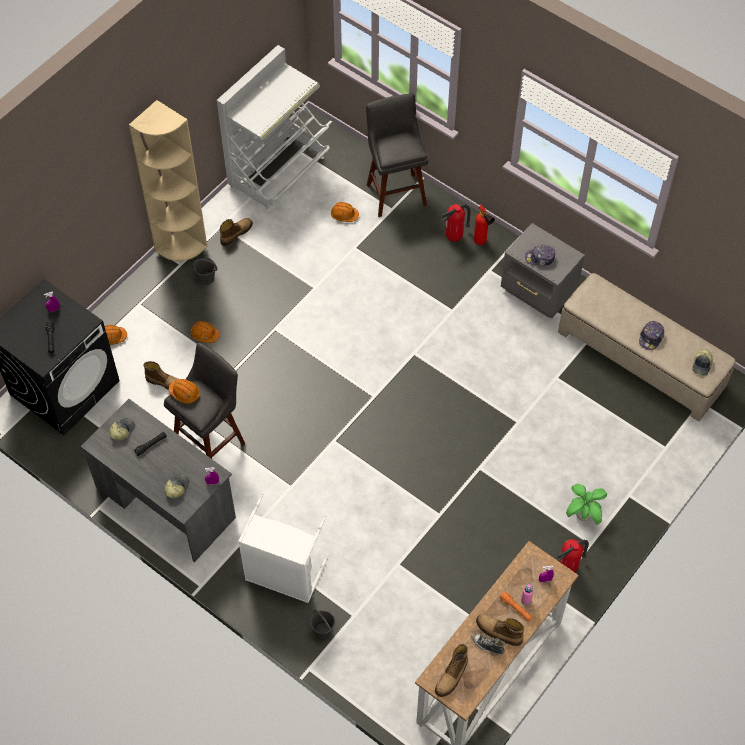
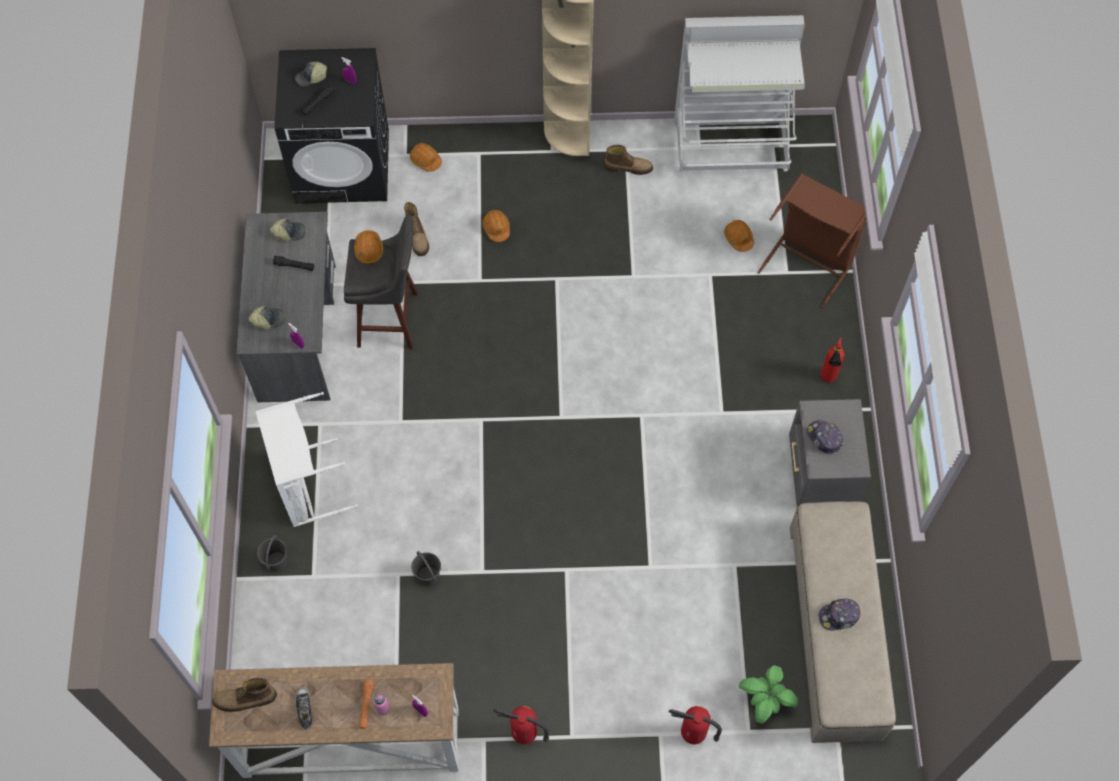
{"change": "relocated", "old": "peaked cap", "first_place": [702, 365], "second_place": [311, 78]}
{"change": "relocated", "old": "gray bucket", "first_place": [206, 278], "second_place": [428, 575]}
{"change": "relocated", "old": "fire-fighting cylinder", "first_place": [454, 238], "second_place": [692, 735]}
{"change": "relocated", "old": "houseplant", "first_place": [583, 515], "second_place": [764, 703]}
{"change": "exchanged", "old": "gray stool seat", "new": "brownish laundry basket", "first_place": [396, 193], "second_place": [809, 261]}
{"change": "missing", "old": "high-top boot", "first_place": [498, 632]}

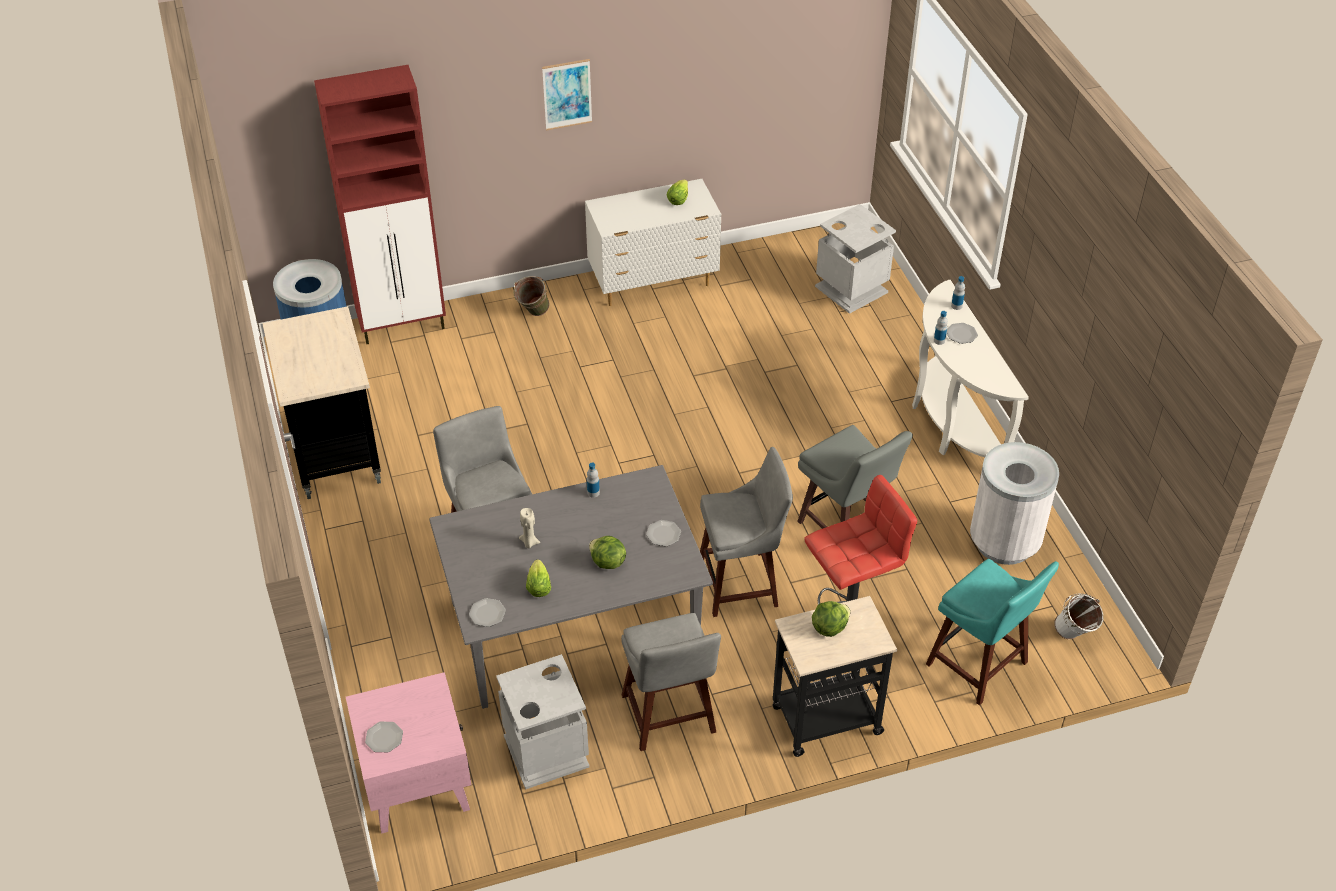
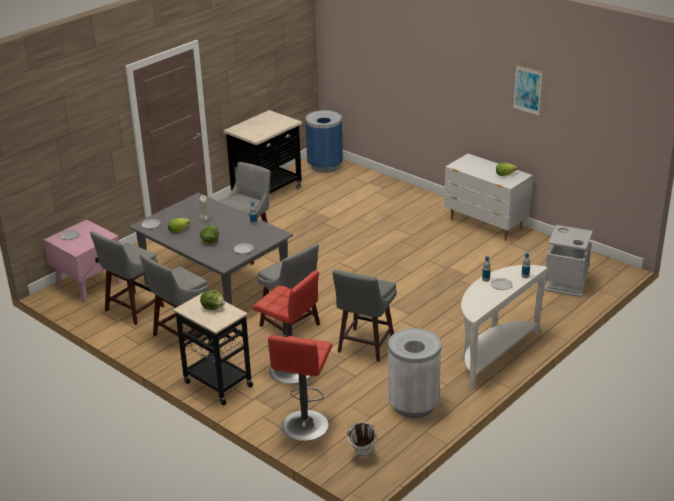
{"change": "exchanged", "old": "gray trash can", "new": "gray upright chair", "first_place": [545, 752], "second_place": [132, 309]}
{"change": "exchanged", "old": "blue-green upright chair", "new": "reddish stool seat", "first_place": [980, 666], "second_place": [304, 426]}
{"change": "relocated", "old": "picture", "first_place": [567, 94], "second_place": [527, 90]}
{"change": "missing", "old": "reddish cabinet", "first_place": [403, 326]}
{"change": "missing", "old": "green-coloured bucket", "first_place": [533, 314]}

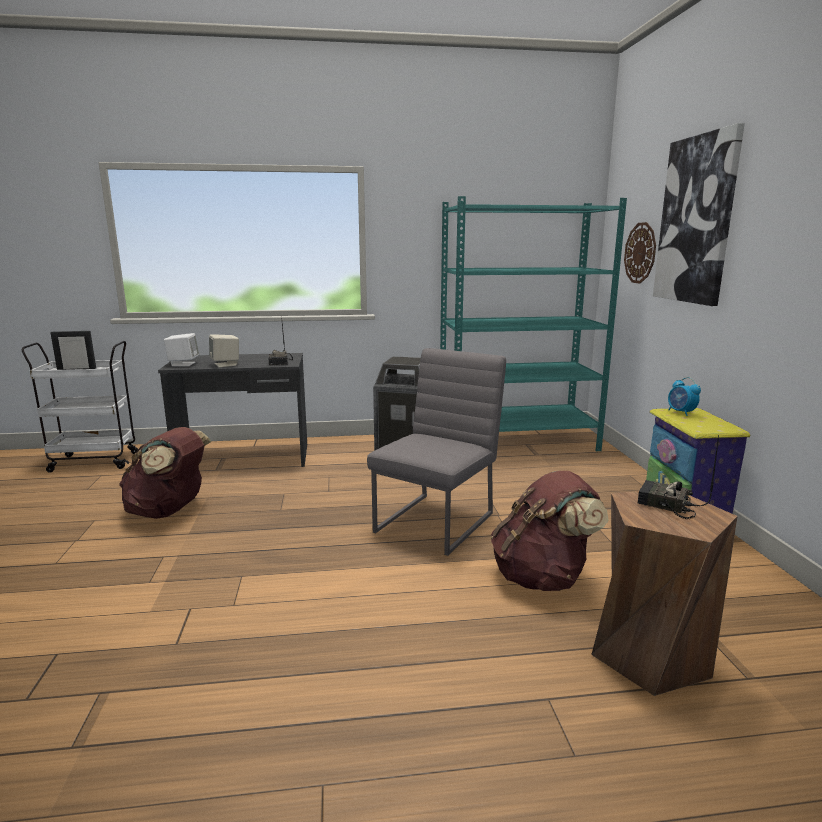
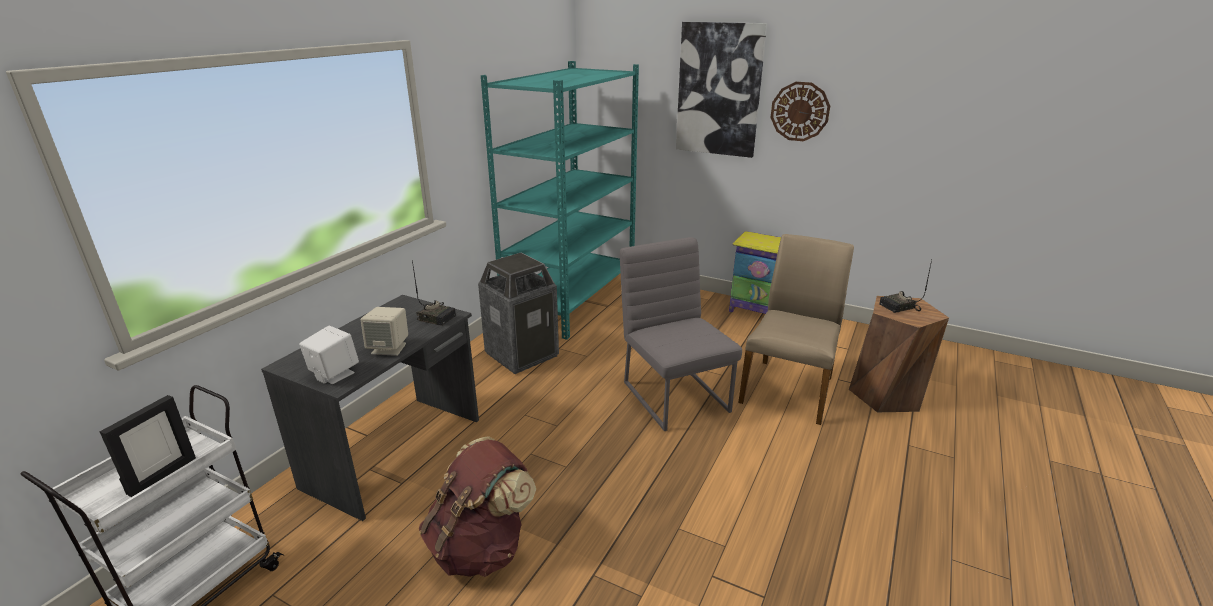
{"change": "exchanged", "old": "brownish rucksack", "new": "beige upright chair", "first_place": [542, 577], "second_place": [788, 389]}
{"change": "relocated", "old": "clock on the wall", "first_place": [640, 253], "second_place": [800, 111]}
{"change": "missing", "old": "bedside clock", "first_place": [681, 412]}

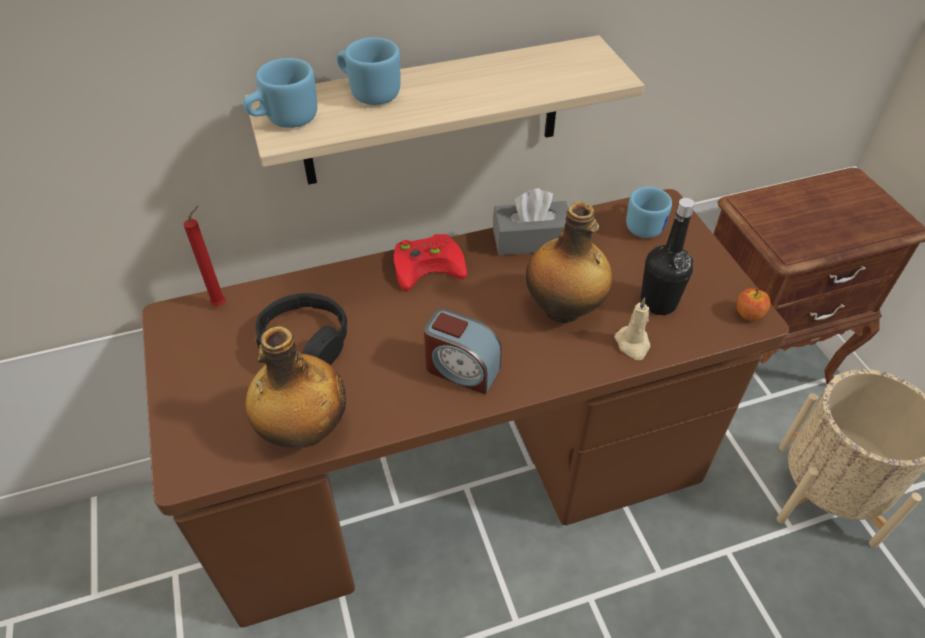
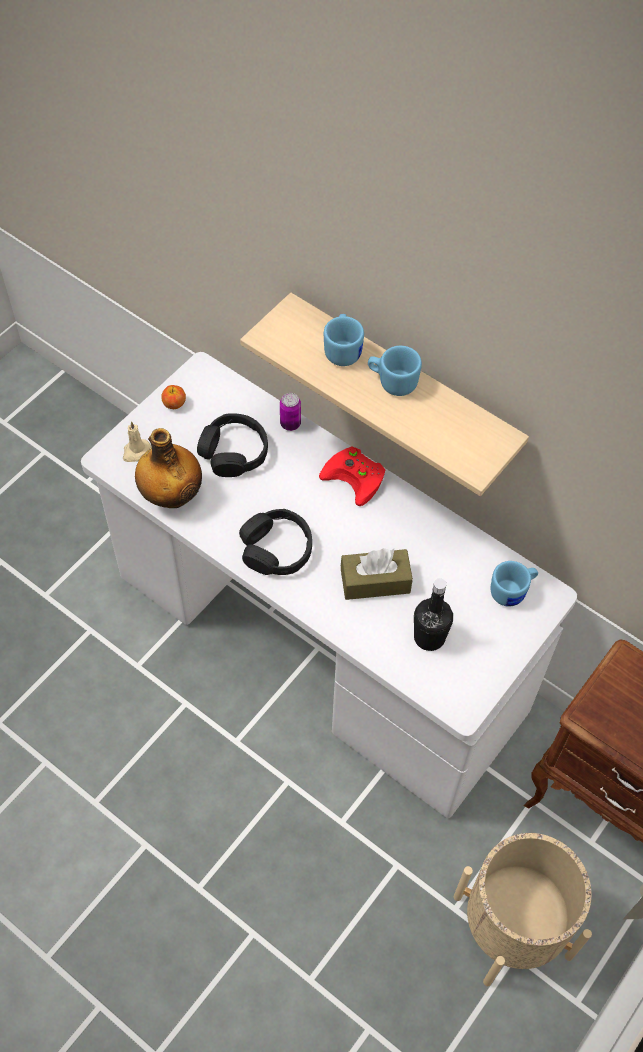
{"change": "colour", "old": "brownish desk", "new": "whitish desk", "first_place": [461, 483], "second_place": [319, 643]}
{"change": "relocated", "old": "beige wax candle", "first_place": [633, 344], "second_place": [136, 452]}
{"change": "relocated", "old": "apple", "first_place": [748, 314], "second_place": [174, 404]}
{"change": "exchanged", "old": "bedside clock", "new": "black headphones", "first_place": [461, 369], "second_place": [276, 549]}
{"change": "appeared", "new": "can", "second_place": [290, 424]}
{"change": "exchanged", "old": "beverage bottle", "new": "brownish tissue box", "first_place": [564, 310], "second_place": [375, 581]}
{"change": "relocated", "old": "blue-coloured coffee mug", "first_place": [284, 120], "second_place": [392, 381]}
{"change": "missing", "old": "reddish wax candle", "first_place": [221, 303]}
{"change": "missing", "old": "gray tissue box", "first_place": [531, 240]}

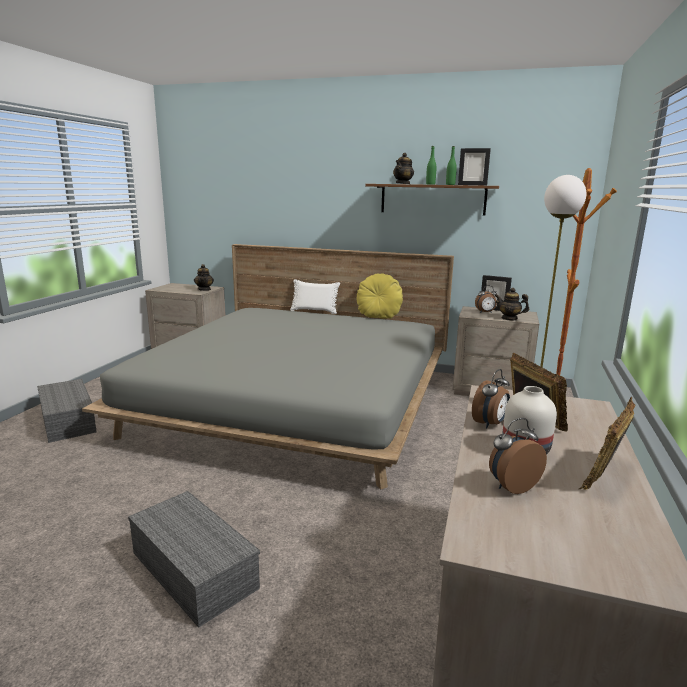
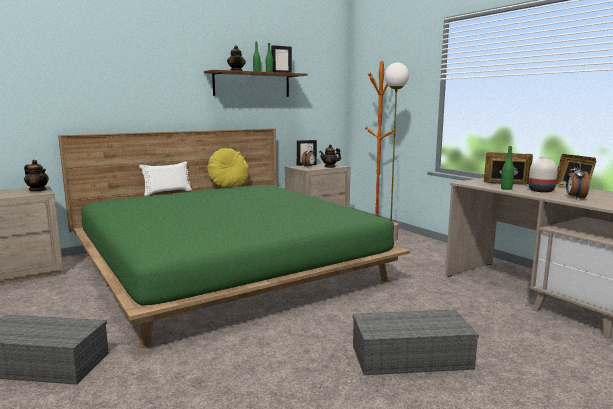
{"change": "colour", "old": "gray bed", "new": "green-coloured bed", "first_place": [295, 404], "second_place": [228, 268]}
{"change": "exchanged", "old": "bedside clock", "new": "green-coloured beverage bottle", "first_place": [490, 424], "second_place": [506, 189]}

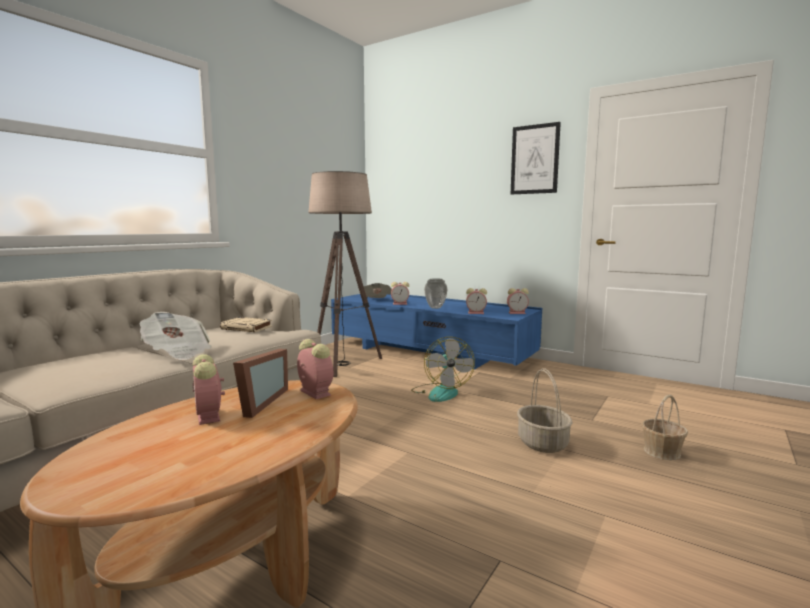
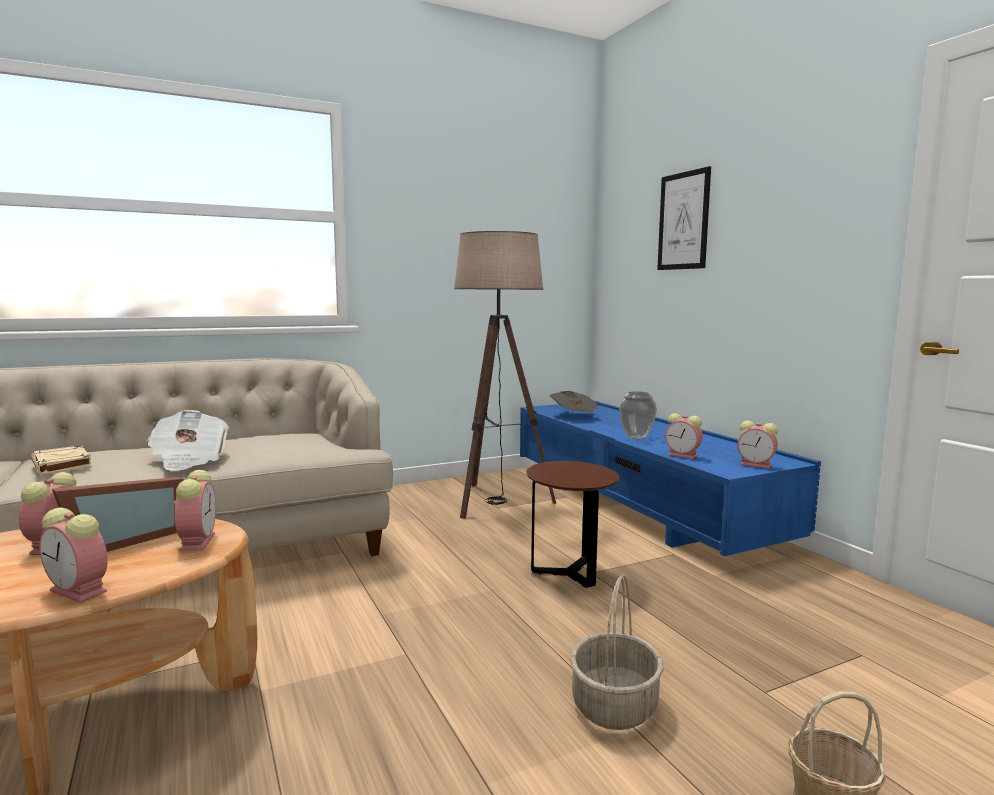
{"change": "relocated", "old": "beige volume", "first_place": [247, 328], "second_place": [62, 465]}
{"change": "relocated", "old": "bedside clock", "first_place": [400, 304], "second_place": [80, 591]}
{"change": "exchanged", "old": "cooling fan", "new": "brownish accent table", "first_place": [441, 392], "second_place": [569, 573]}
{"change": "relocated", "old": "picture", "first_place": [534, 159], "second_place": [683, 221]}

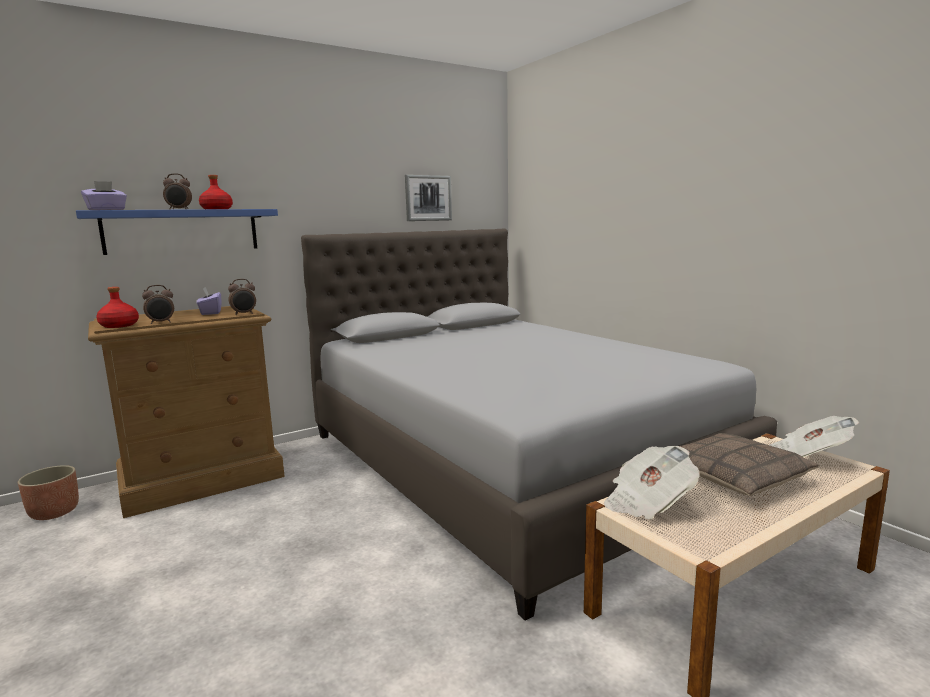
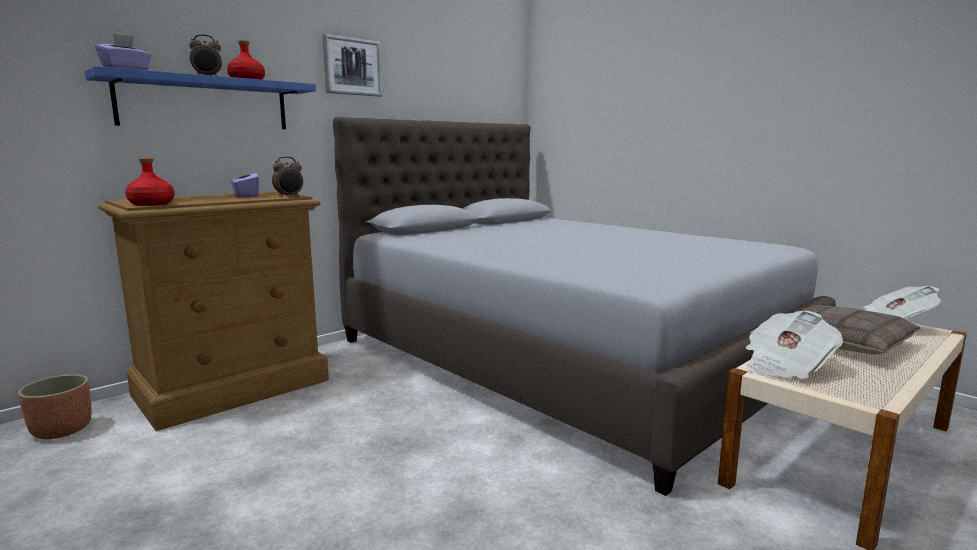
{"change": "relocated", "old": "picture", "first_place": [428, 198], "second_place": [352, 66]}
{"change": "missing", "old": "bedside clock", "first_place": [161, 323]}

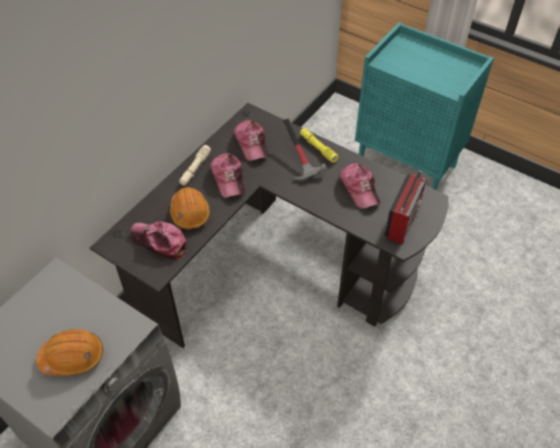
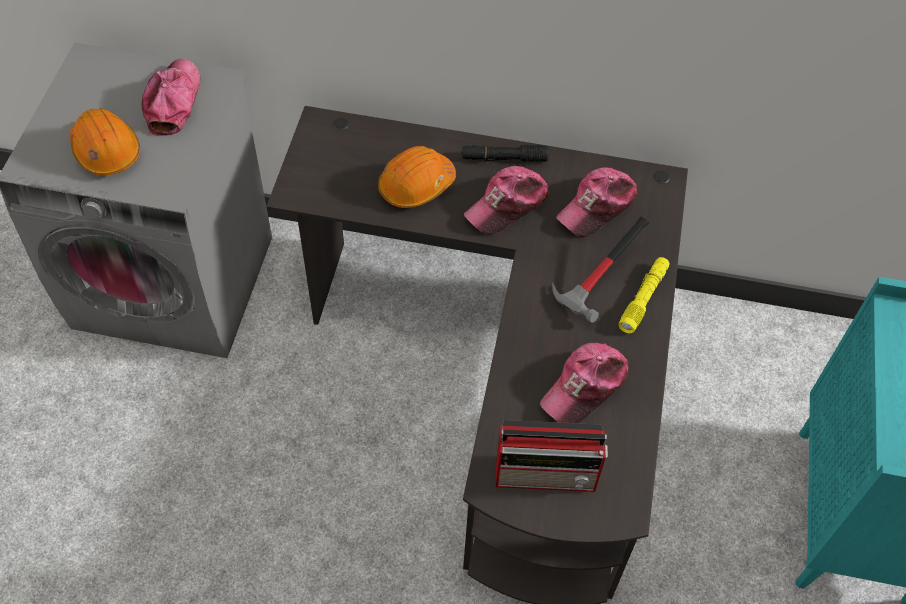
{"change": "relocated", "old": "peaked cap", "first_place": [159, 242], "second_place": [173, 102]}
{"change": "colour", "old": "beige torch", "new": "black torch", "first_place": [195, 168], "second_place": [504, 158]}

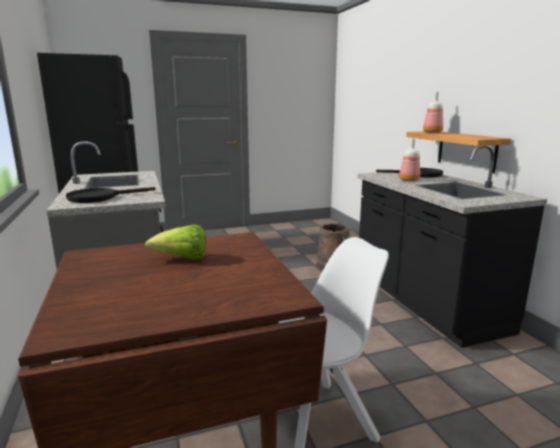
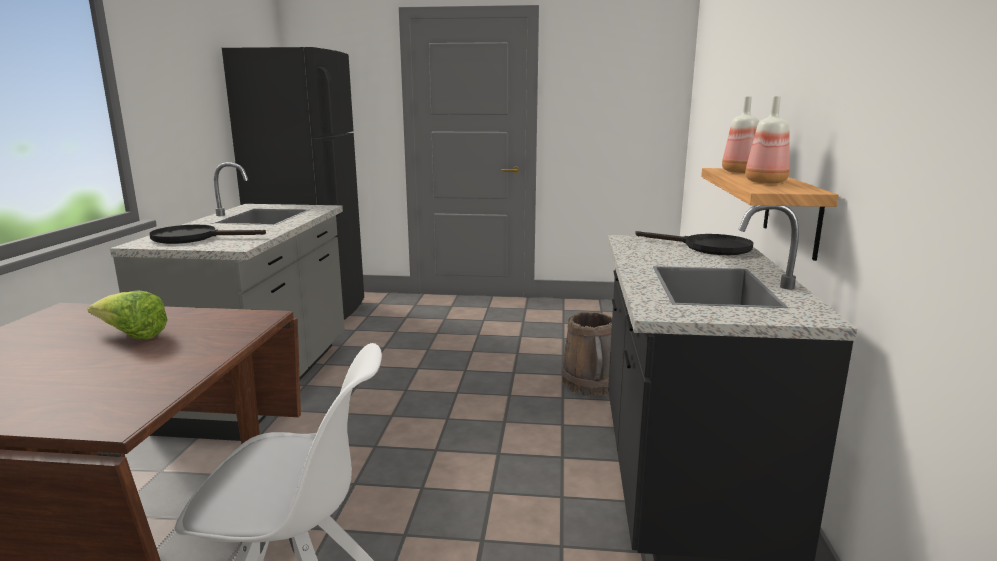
{"change": "relocated", "old": "beverage bottle", "first_place": [408, 180], "second_place": [764, 182]}

